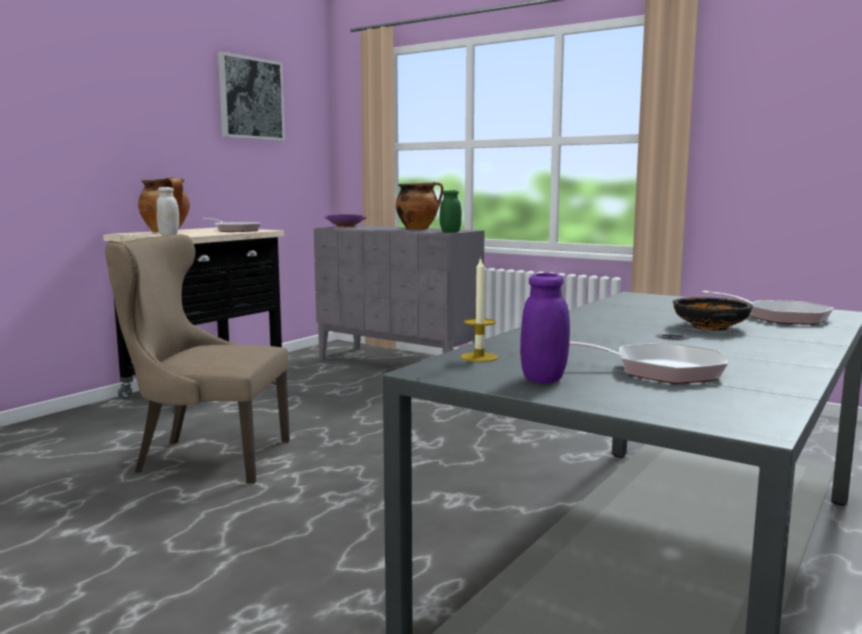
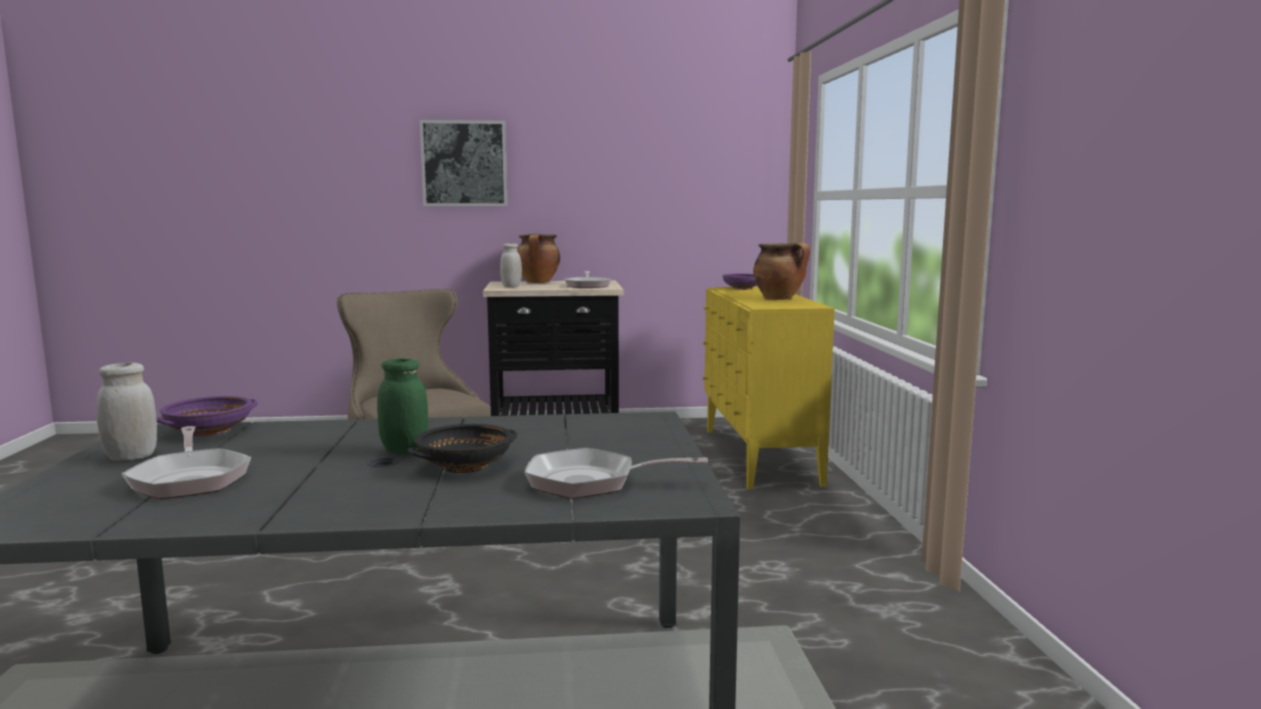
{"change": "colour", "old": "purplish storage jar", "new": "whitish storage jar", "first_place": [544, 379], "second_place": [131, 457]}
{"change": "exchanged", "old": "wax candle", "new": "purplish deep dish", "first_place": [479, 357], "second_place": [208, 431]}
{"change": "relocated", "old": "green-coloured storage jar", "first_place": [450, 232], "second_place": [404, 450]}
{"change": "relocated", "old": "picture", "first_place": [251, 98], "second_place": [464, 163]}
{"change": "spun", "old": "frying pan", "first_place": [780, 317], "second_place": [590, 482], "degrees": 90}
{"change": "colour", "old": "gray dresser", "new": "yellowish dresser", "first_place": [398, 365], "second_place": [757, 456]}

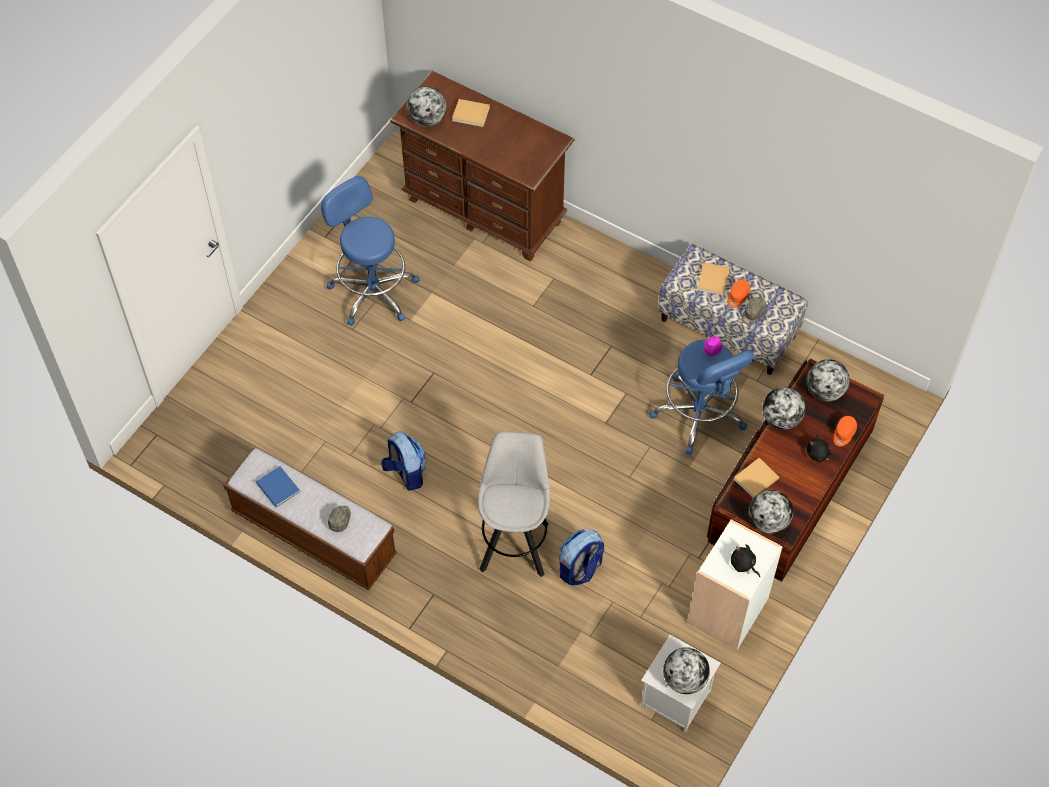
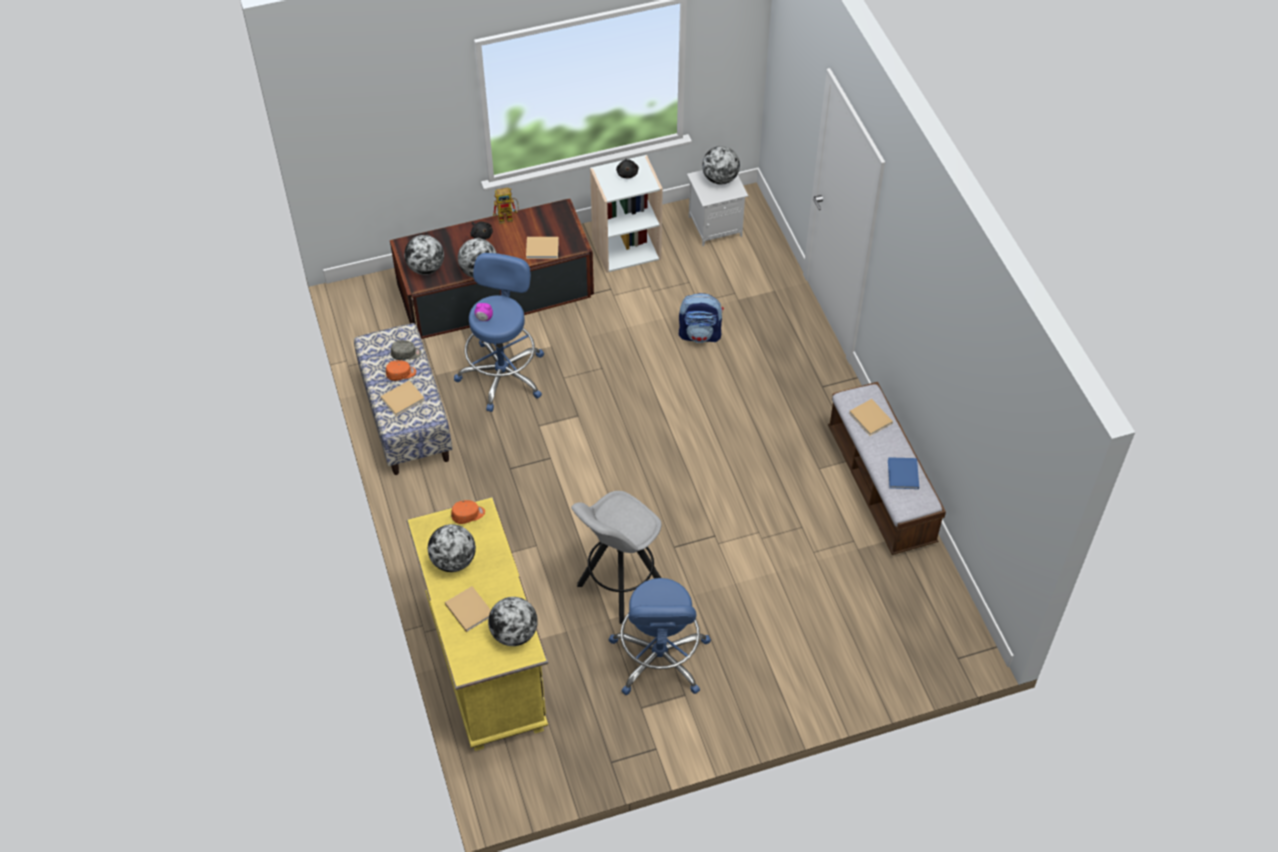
{"change": "colour", "old": "brownish dresser", "new": "yellowish dresser", "first_place": [484, 210], "second_place": [486, 665]}
{"change": "relocated", "old": "globe", "first_place": [768, 522], "second_place": [453, 561]}
{"change": "relocated", "old": "orange peaked cap", "first_place": [843, 434], "second_place": [468, 515]}
{"change": "appeared", "new": "robot figure", "second_place": [508, 217]}
{"change": "relocated", "old": "gray stool seat", "first_place": [515, 544], "second_place": [618, 587]}
{"change": "exchanged", "old": "gray peaked cap", "new": "beige volume", "first_place": [340, 519], "second_place": [871, 419]}
{"change": "missing", "old": "rucksack", "first_place": [405, 473]}

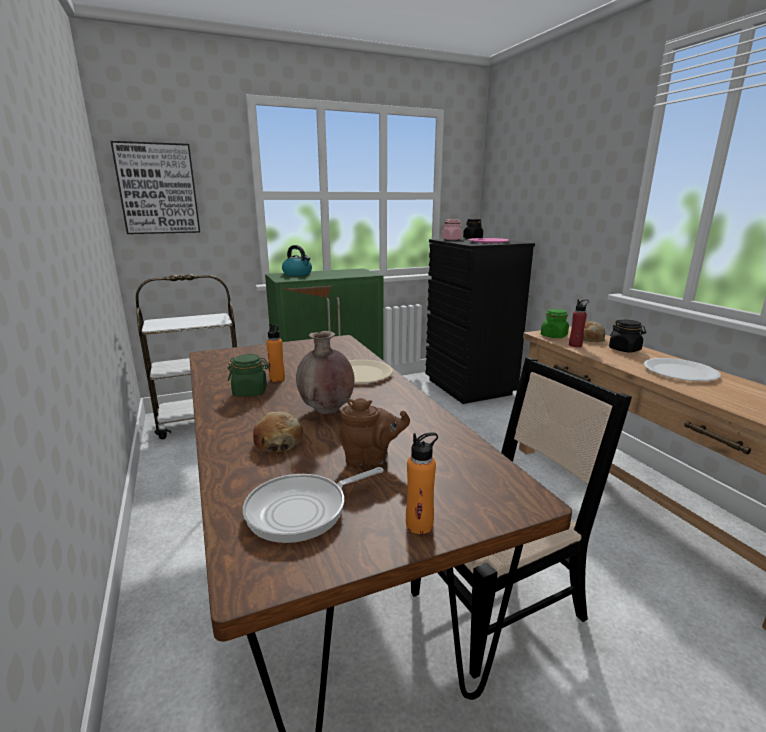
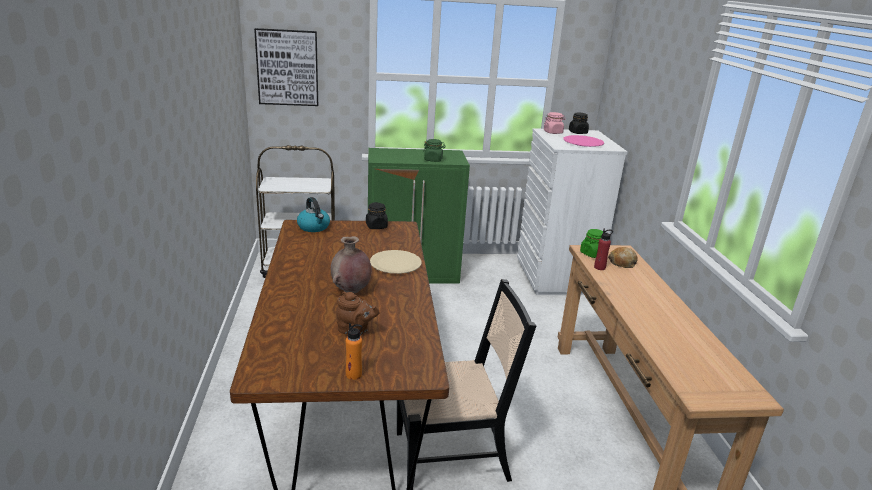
{"change": "relocated", "old": "kettle", "first_place": [298, 274], "second_place": [314, 227]}
{"change": "relocated", "old": "black storage jar", "first_place": [625, 349], "second_place": [376, 226]}
{"change": "relocated", "old": "green-coloured storage jar", "first_place": [250, 392], "second_place": [433, 160]}
{"change": "colour", "old": "black dresser", "new": "whitish dresser", "first_place": [470, 387], "second_place": [556, 279]}
{"change": "missing", "old": "frying pan", "first_place": [302, 510]}
{"change": "missing", "old": "baked bread", "first_place": [278, 441]}
{"change": "missing", "old": "orange beverage bottle", "first_place": [277, 379]}
{"change": "missing", "old": "whitish plate", "first_place": [679, 372]}

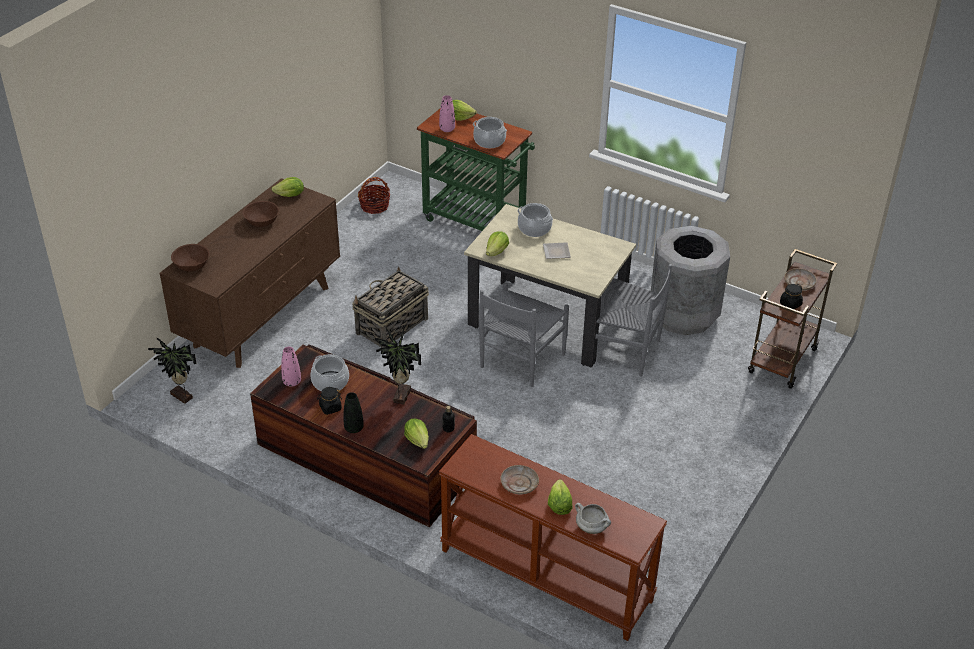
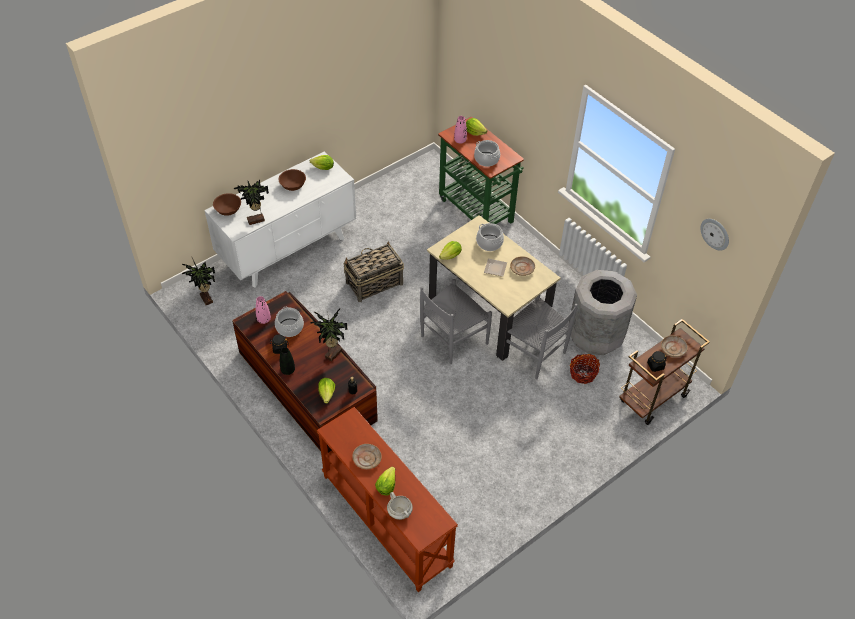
{"change": "colour", "old": "brownish dresser", "new": "whitish dresser", "first_place": [261, 316], "second_place": [287, 249]}
{"change": "appeared", "new": "houseplant", "second_place": [256, 221]}
{"change": "appeared", "new": "beige plate", "second_place": [522, 268]}
{"change": "relocated", "old": "household basket", "first_place": [374, 206], "second_place": [583, 373]}
{"change": "appeared", "new": "clock on the wall", "second_place": [715, 233]}

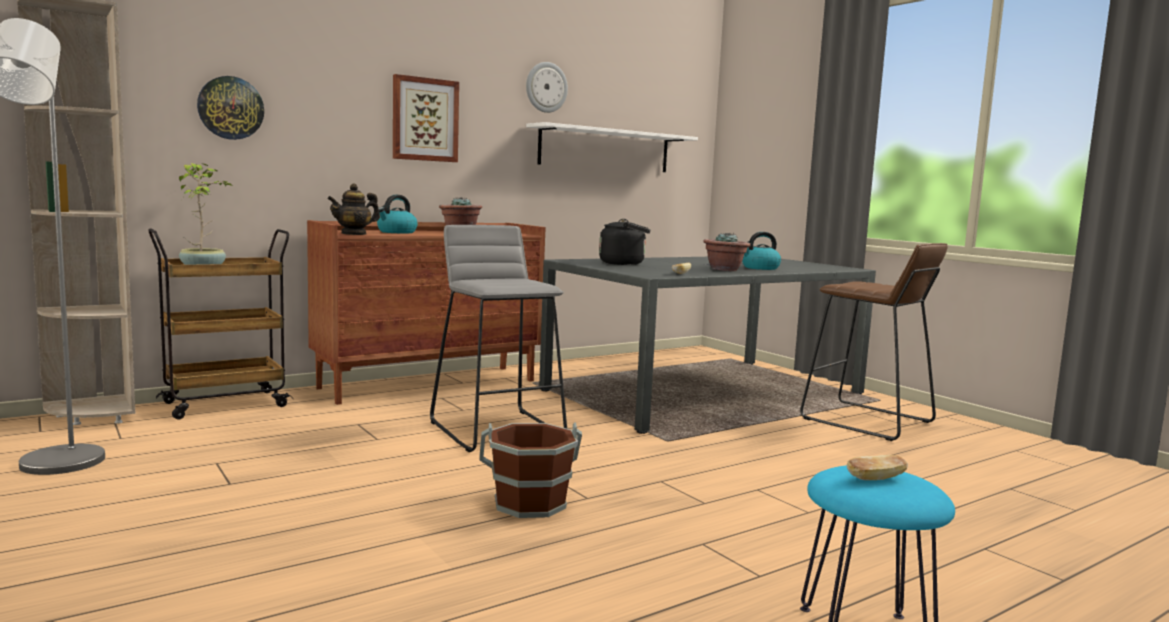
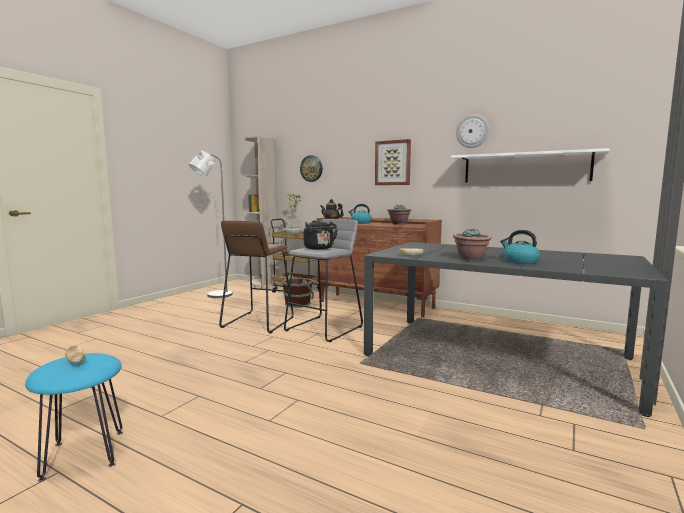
{"change": "relocated", "old": "brownish stool seat", "first_place": [867, 421], "second_place": [257, 322]}
{"change": "relocated", "old": "brownish bucket", "first_place": [529, 502], "second_place": [298, 304]}
{"change": "relocated", "old": "black kettle", "first_place": [625, 264], "second_place": [319, 248]}

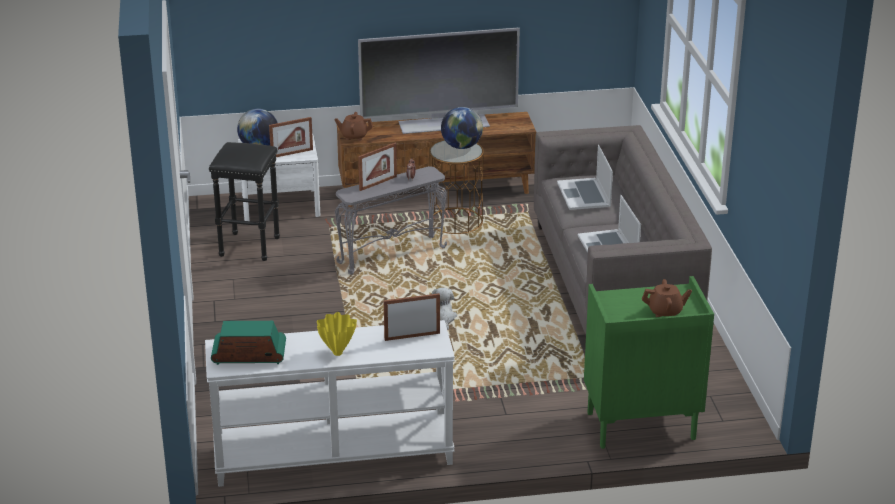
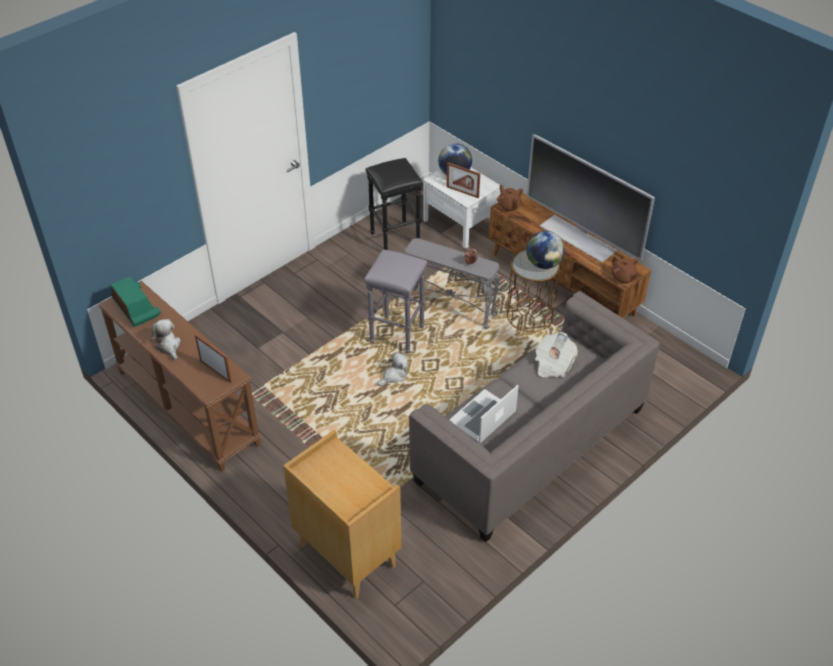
{"change": "colour", "old": "whitish hall table", "new": "brownish hall table", "first_place": [333, 457], "second_place": [186, 408]}
{"change": "exchanged", "old": "yellowish flower vase", "new": "cuddly toy", "first_place": [337, 352], "second_place": [168, 346]}
{"change": "colour", "old": "green-coloured cabinet", "new": "brownish cabinet", "first_place": [640, 426], "second_place": [347, 555]}
{"change": "appeared", "new": "gray stool seat", "second_place": [398, 334]}
{"change": "exchanged", "old": "portable computer", "new": "newspaper", "first_place": [584, 194], "second_place": [553, 364]}
{"change": "relocated", "old": "brownish teapot", "first_place": [665, 312], "second_place": [623, 278]}
{"change": "missing", "old": "picture frame", "first_place": [378, 183]}

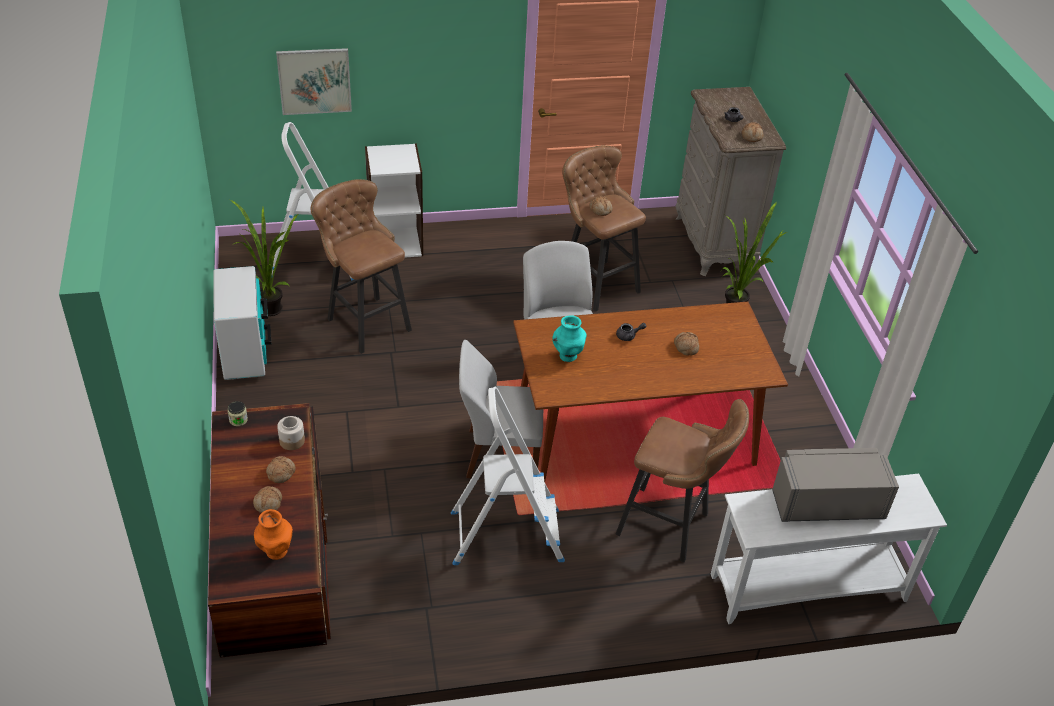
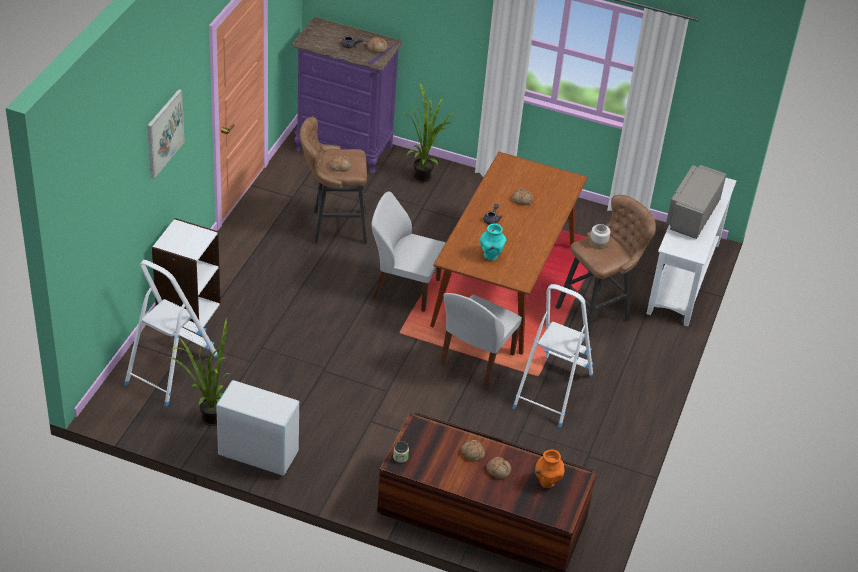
{"change": "relocated", "old": "picture", "first_place": [314, 81], "second_place": [164, 133]}
{"change": "colour", "old": "beige dresser", "new": "purplish dresser", "first_place": [712, 244], "second_place": [343, 149]}
{"change": "relocated", "old": "storage jar", "first_place": [292, 441], "second_place": [599, 243]}
{"change": "missing", "old": "brownish stool seat", "first_place": [364, 319]}

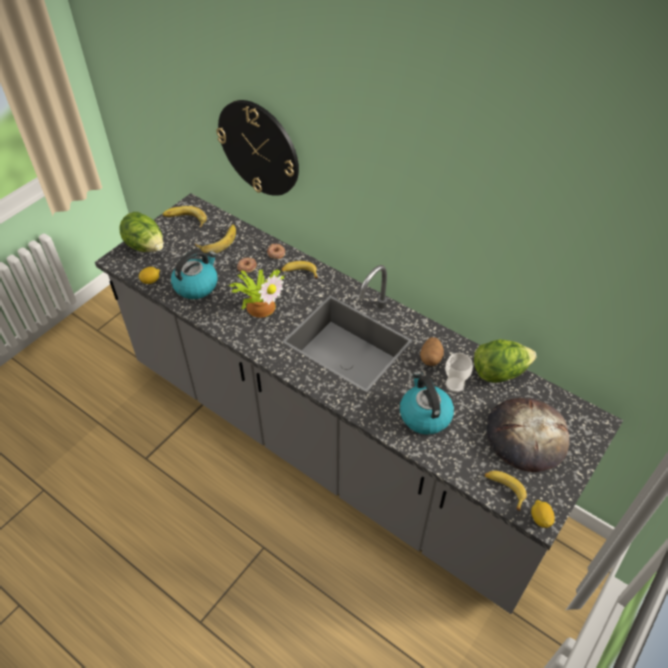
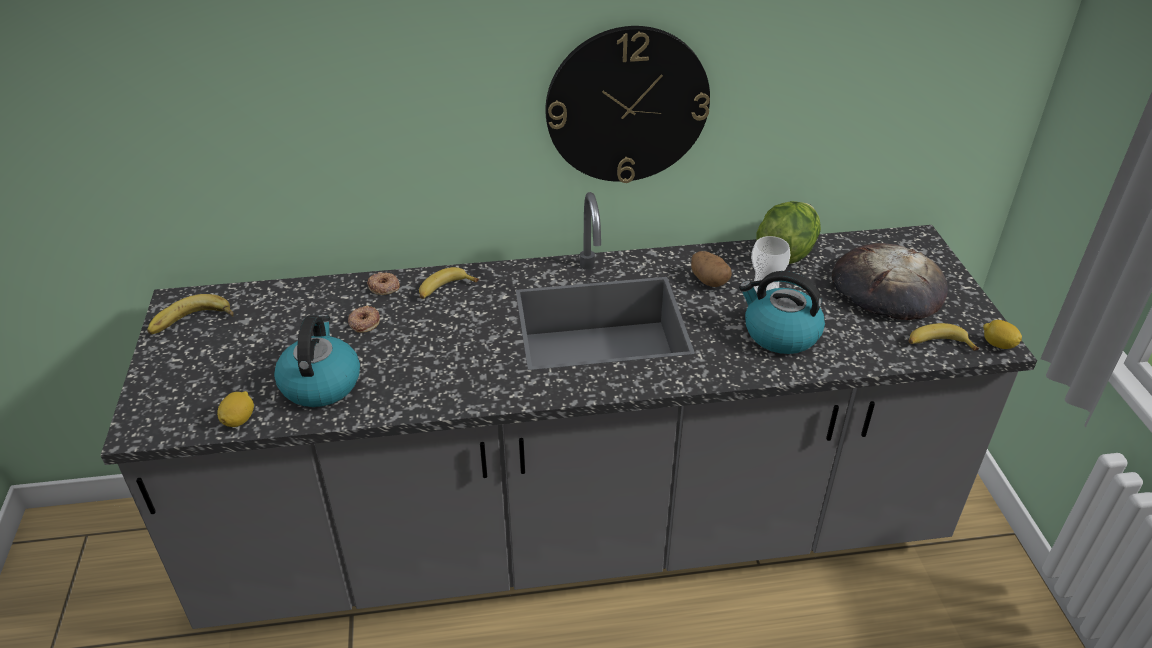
{"change": "relocated", "old": "clock on the wall", "first_place": [259, 148], "second_place": [627, 105]}
{"change": "missing", "old": "lettuce", "first_place": [146, 247]}
{"change": "missing", "old": "banana fruit", "first_place": [217, 241]}
{"change": "missing", "old": "houseplant", "first_place": [260, 305]}

